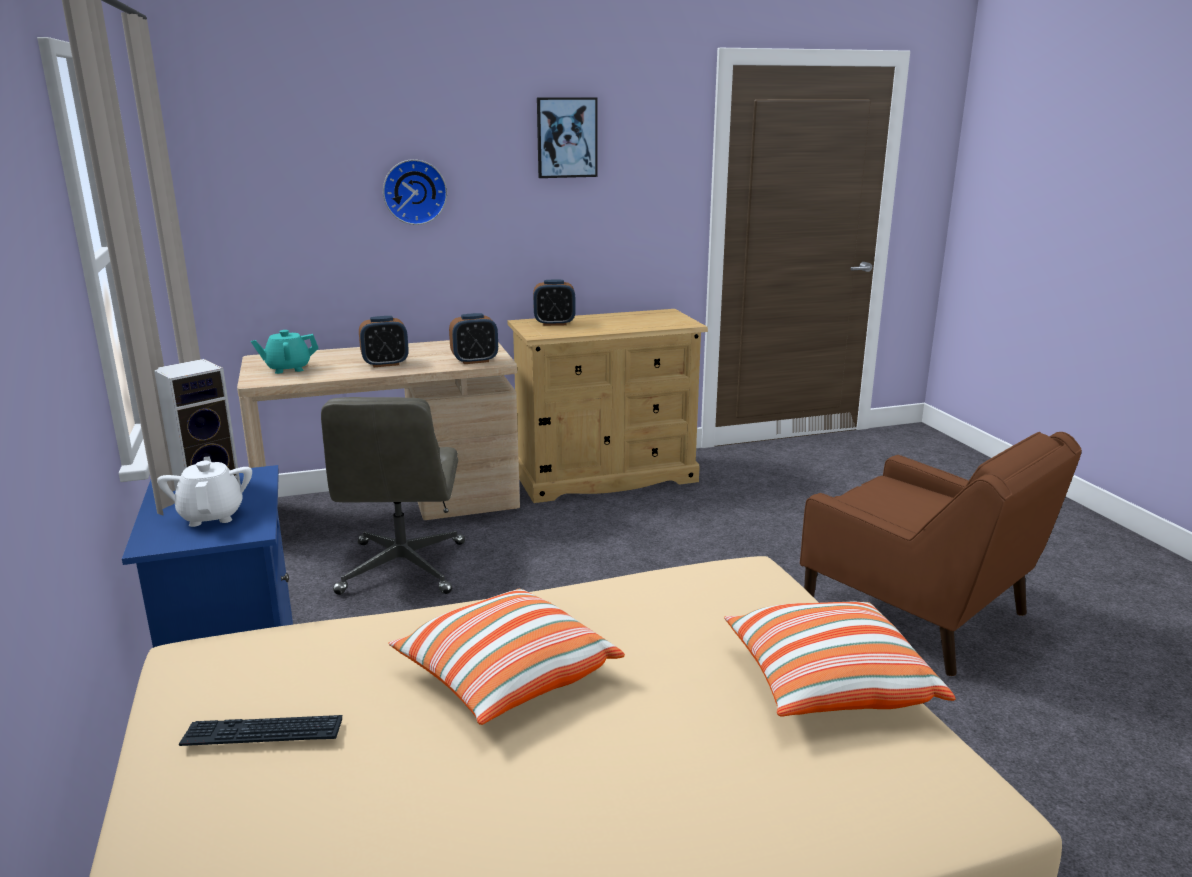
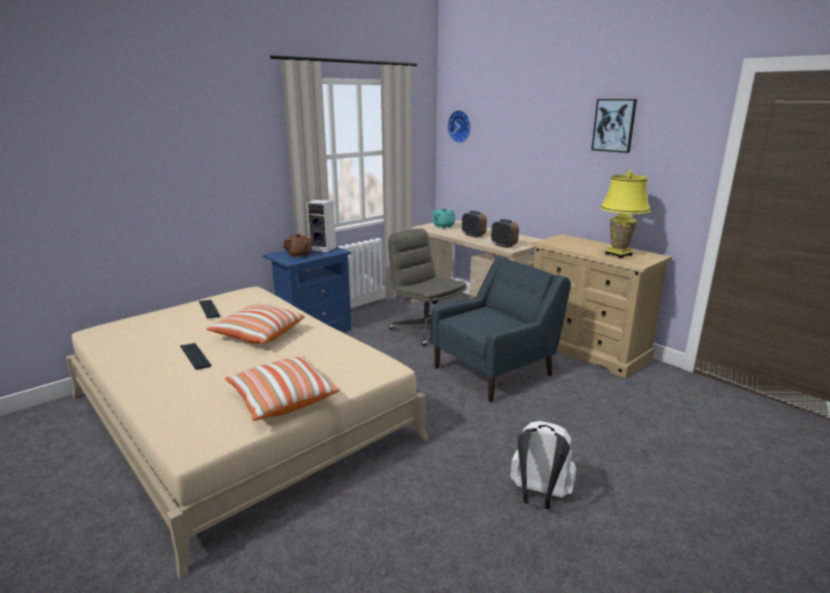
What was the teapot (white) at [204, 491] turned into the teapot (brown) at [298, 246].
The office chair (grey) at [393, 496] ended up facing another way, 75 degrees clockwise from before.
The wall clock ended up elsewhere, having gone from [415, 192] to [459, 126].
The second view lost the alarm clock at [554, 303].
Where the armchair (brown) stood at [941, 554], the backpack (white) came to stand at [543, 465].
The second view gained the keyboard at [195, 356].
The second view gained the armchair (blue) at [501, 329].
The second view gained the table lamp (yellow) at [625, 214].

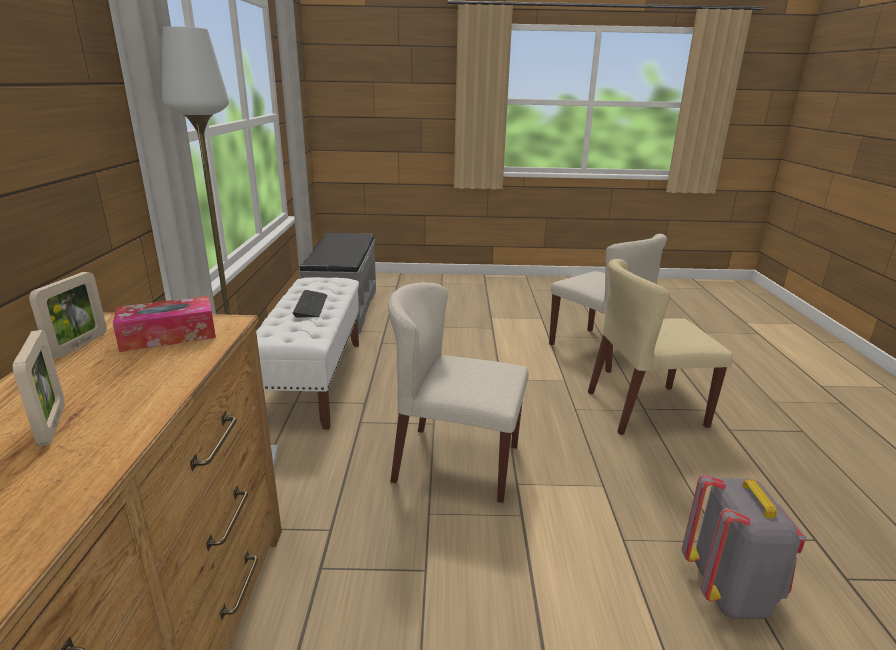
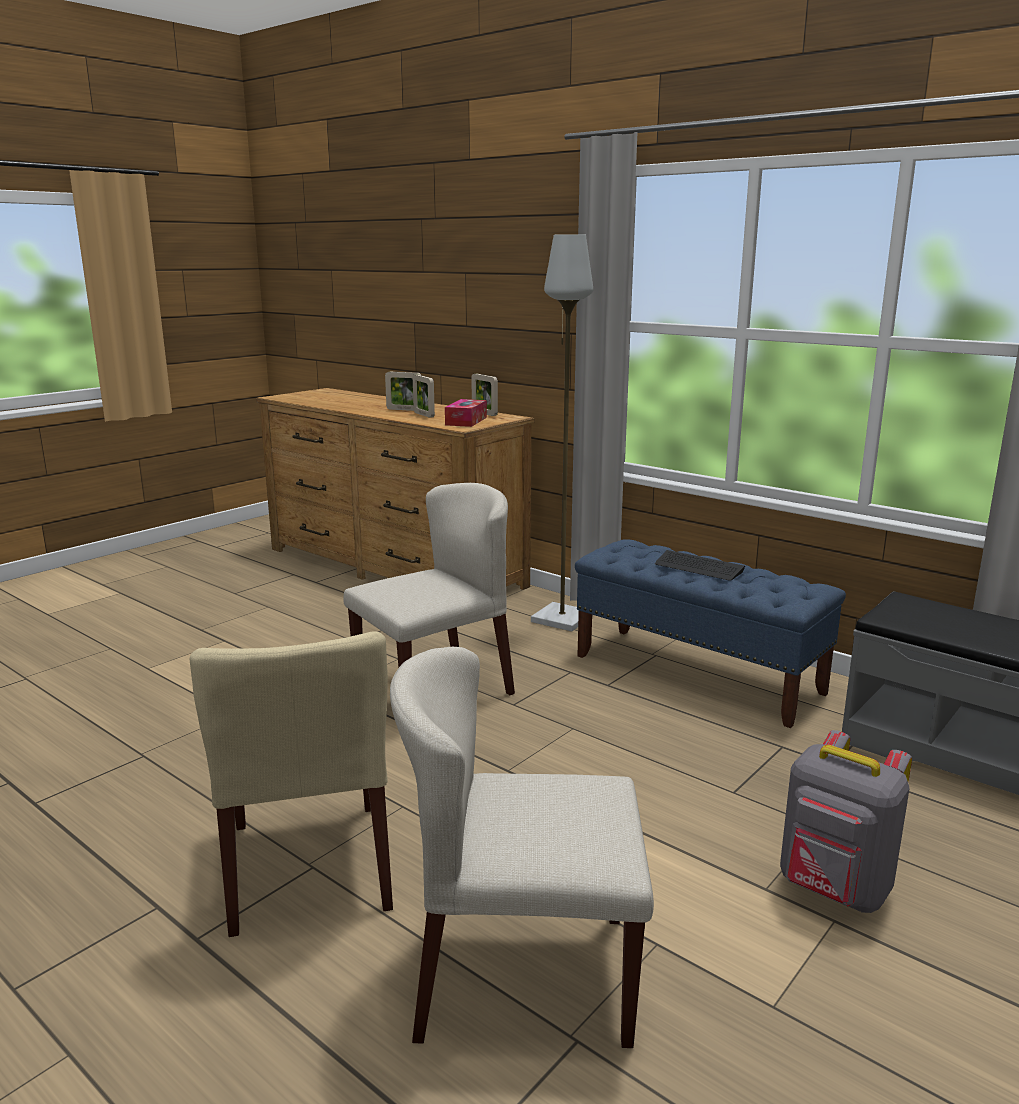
What was the bench (white) at [307, 353] turned into the bench (blue) at [710, 633].
The chair (beige) at [660, 347] ended up facing another way, 135 degrees clockwise from before.
The backpack (grey) ended up elsewhere, having gone from [744, 546] to [846, 821].
The second view gained the picture frame at [424, 396].

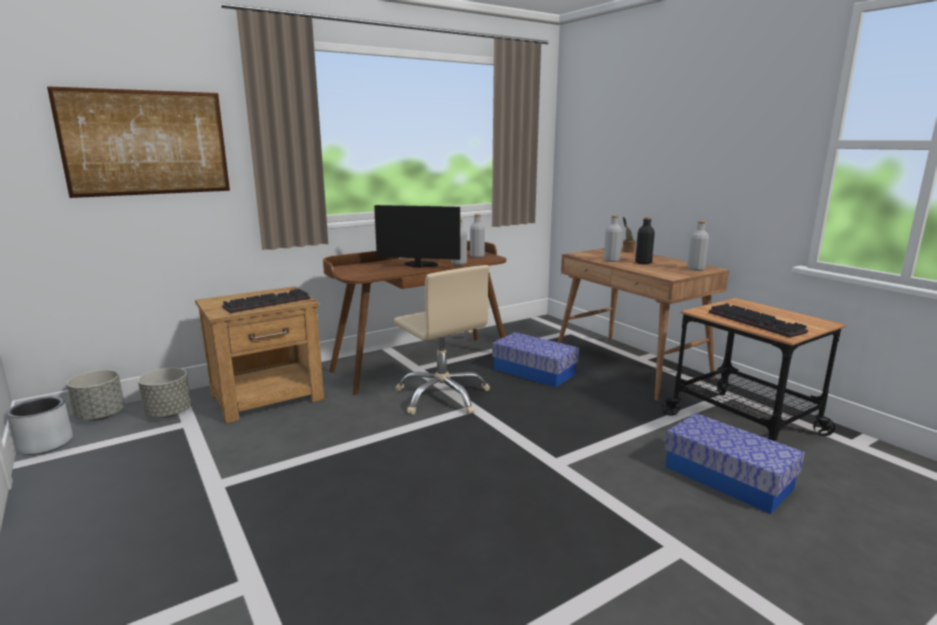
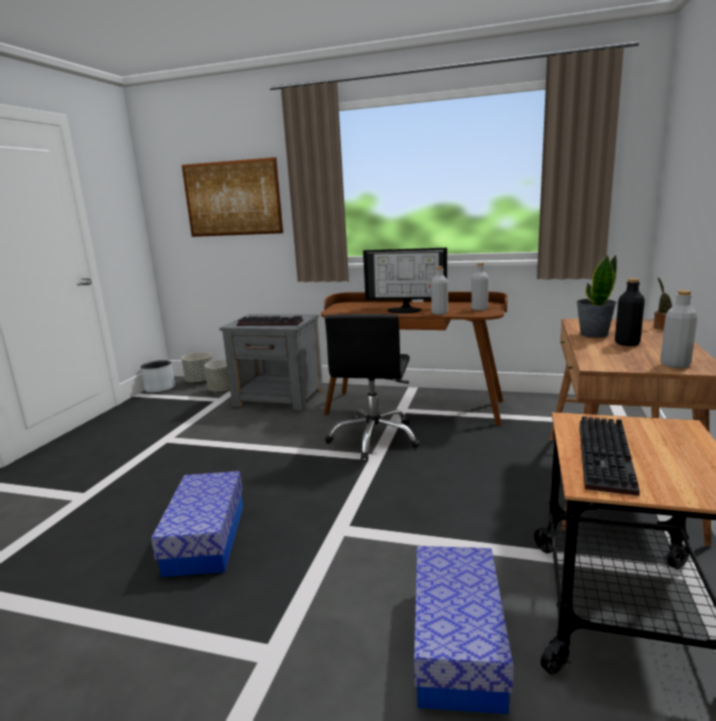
What was the nightstand (brown) at [259, 355] turned into the nightstand (grey) at [271, 362].
The monitor at [417, 236] ended up facing another way, 135 degrees clockwise from before.
What was the office chair (beige) at [441, 340] turned into the office chair (black) at [372, 387].
The storage box ended up elsewhere, having gone from [535, 359] to [197, 524].
Where the bottle (grey) stood at [613, 238], the potted plant came to stand at [596, 296].

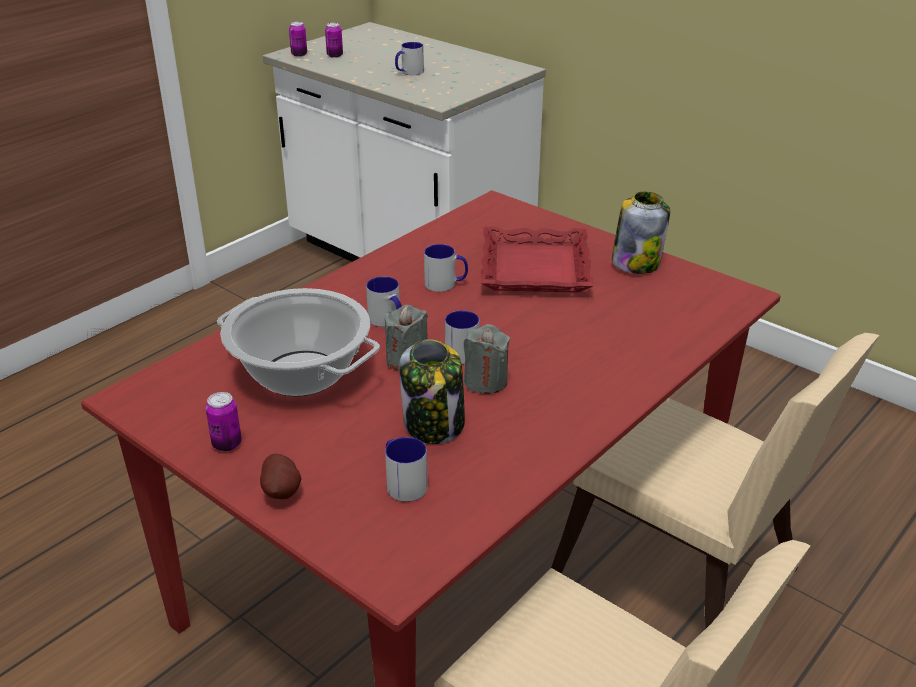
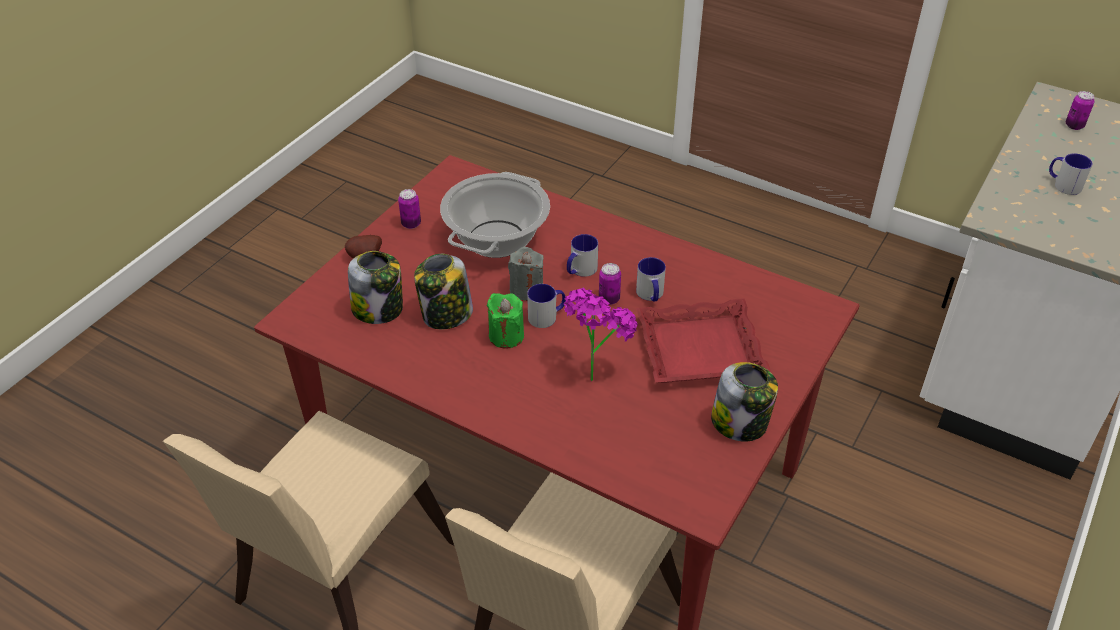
The can ended up elsewhere, having gone from [298, 39] to [610, 284].
Where the mug stood at [406, 469], the jar came to stand at [375, 287].
What was the candle (grey) at [487, 359] turned into the candle (green) at [505, 321].
The second view gained the potted plant at [601, 335].

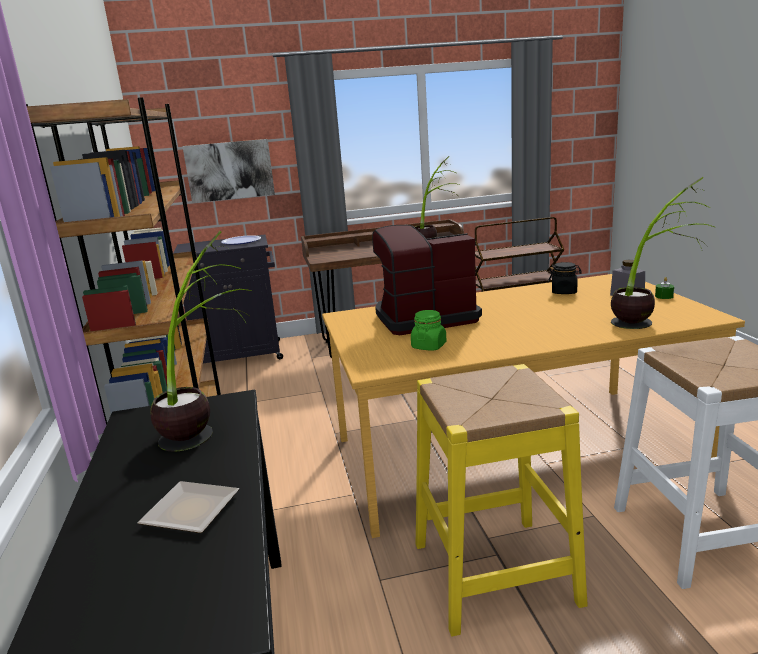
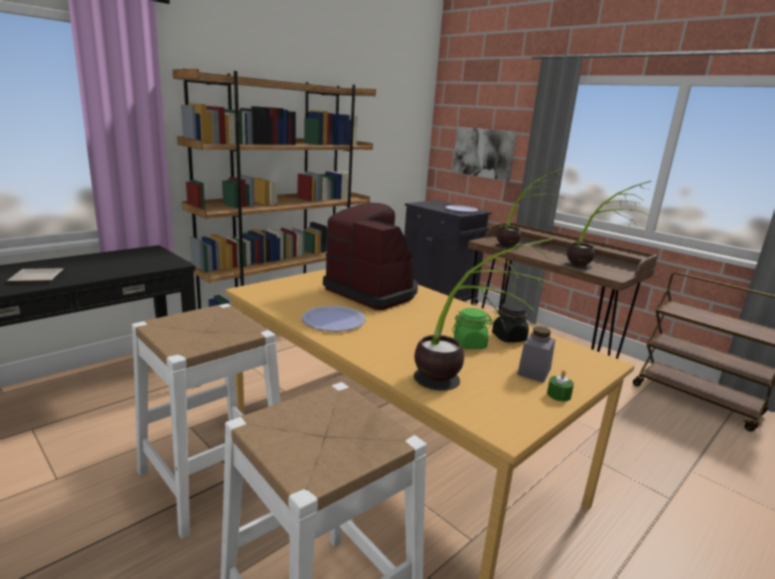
The potted plant ended up elsewhere, having gone from [200, 341] to [529, 209].
The jar (green) ended up elsewhere, having gone from [429, 330] to [472, 328].
What was the stool (yellow) at [501, 500] turned into the stool (white) at [206, 421].
The second view gained the plate at [334, 318].

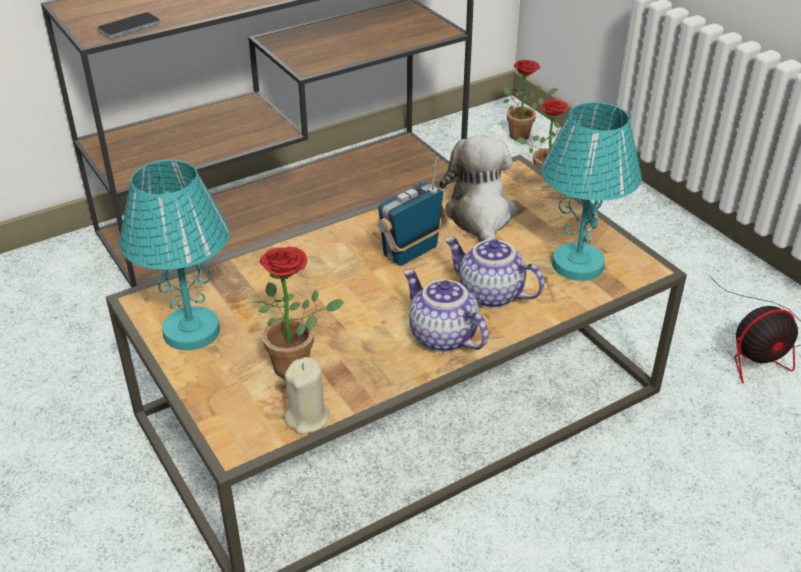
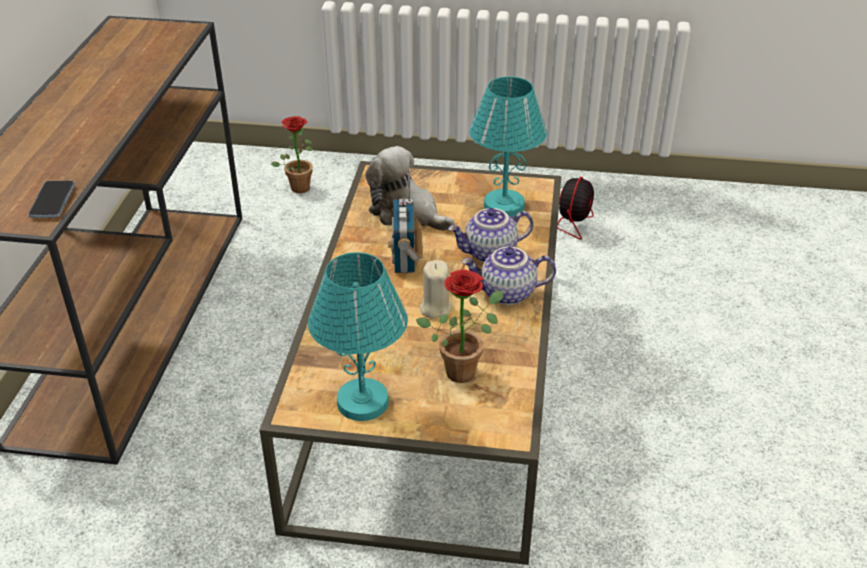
The candle (beige) ended up elsewhere, having gone from [306, 395] to [436, 289].
The second view lost the potted plant at [530, 100].

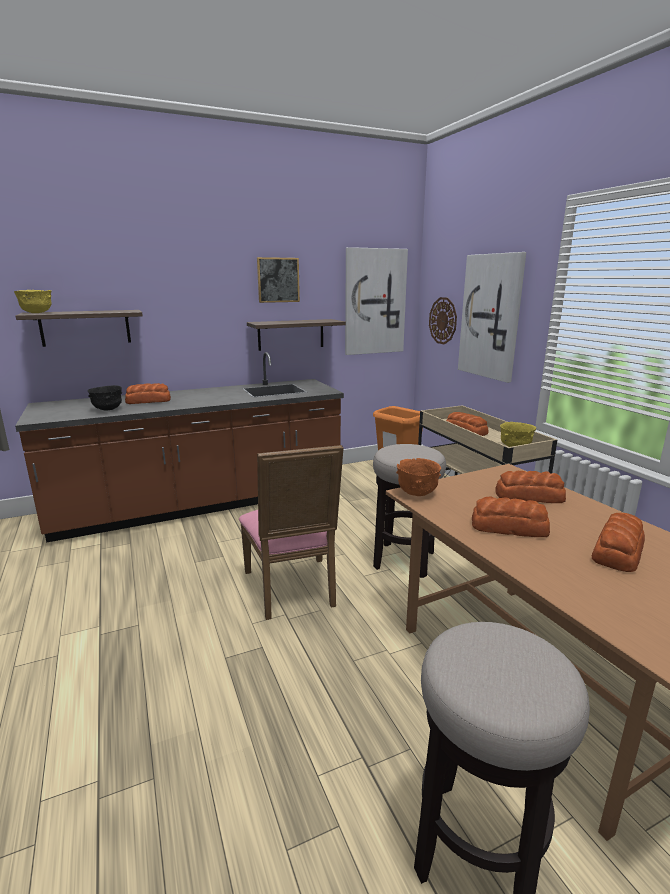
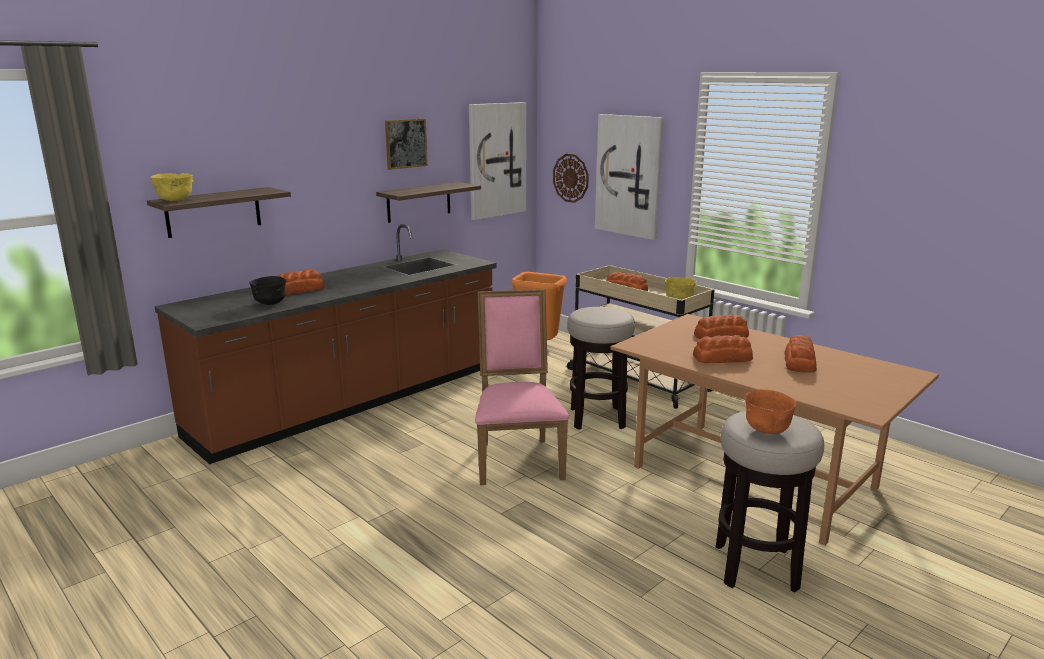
The chair (pink) at [291, 532] ended up facing another way, 150 degrees counterclockwise from before.
The bowl (orange) ended up elsewhere, having gone from [418, 477] to [771, 411].

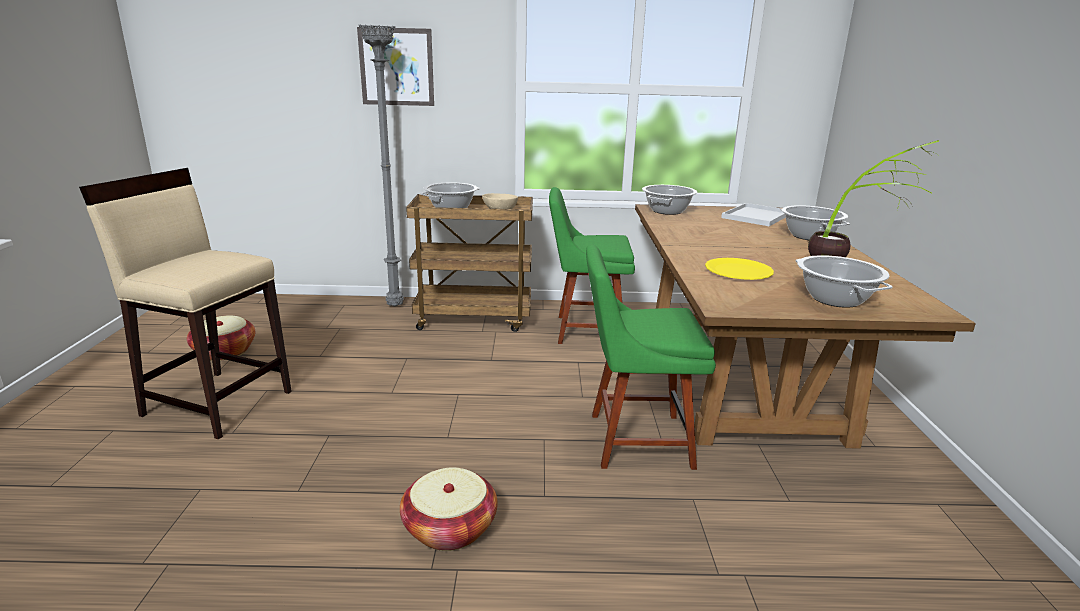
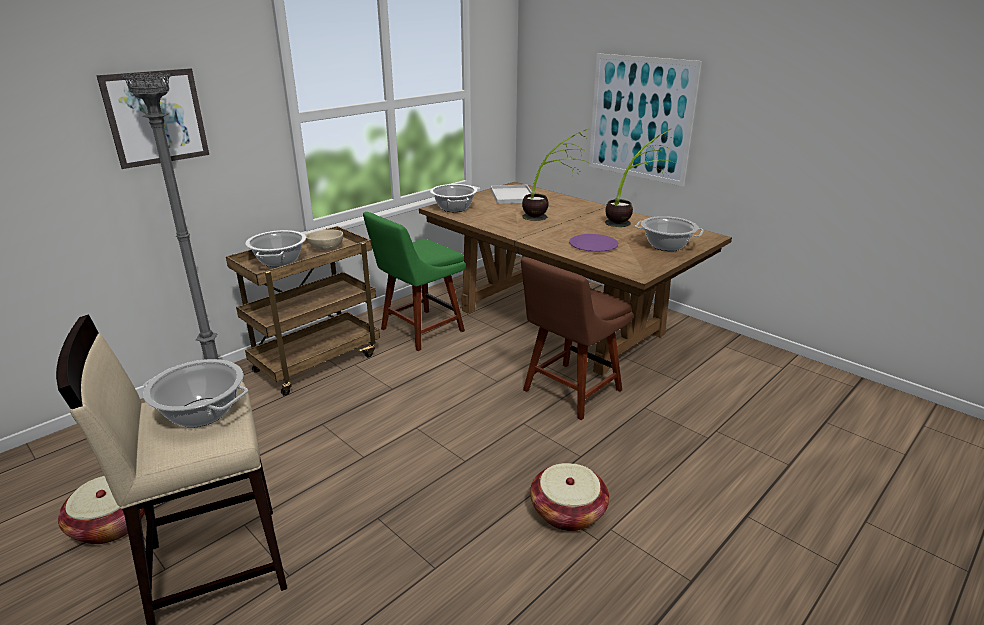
What was the chair (green) at [651, 357] turned into the chair (brown) at [577, 338].
What was the plate (yellow) at [739, 269] turned into the plate (purple) at [593, 243].
The cooking pot ended up elsewhere, having gone from [815, 222] to [195, 393].
The second view gained the potted plant at [555, 175].
The second view gained the picture at [645, 119].

